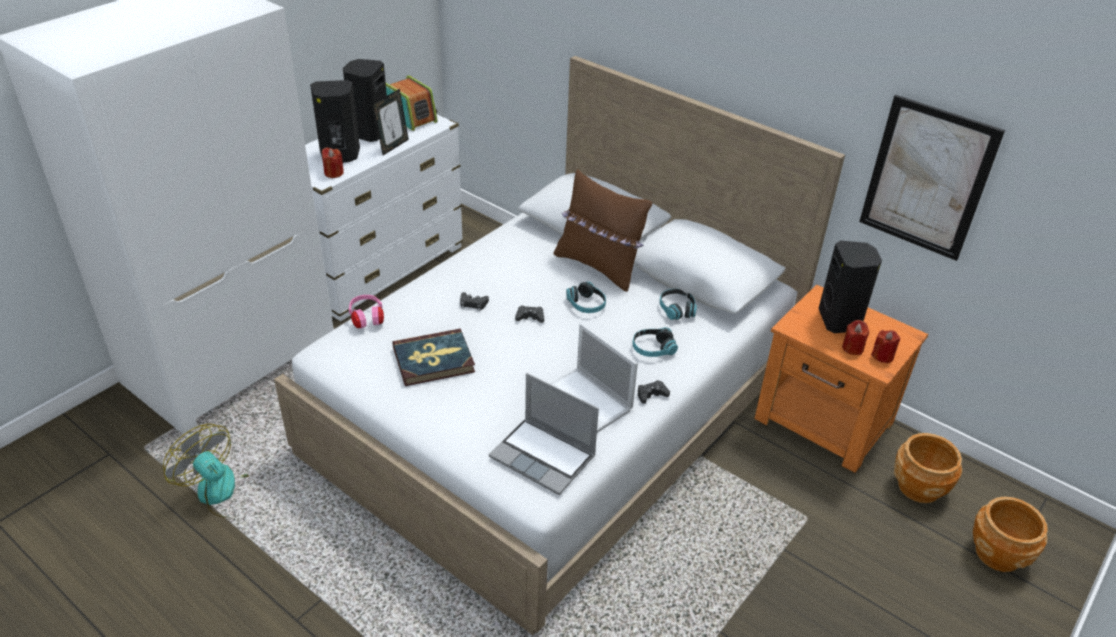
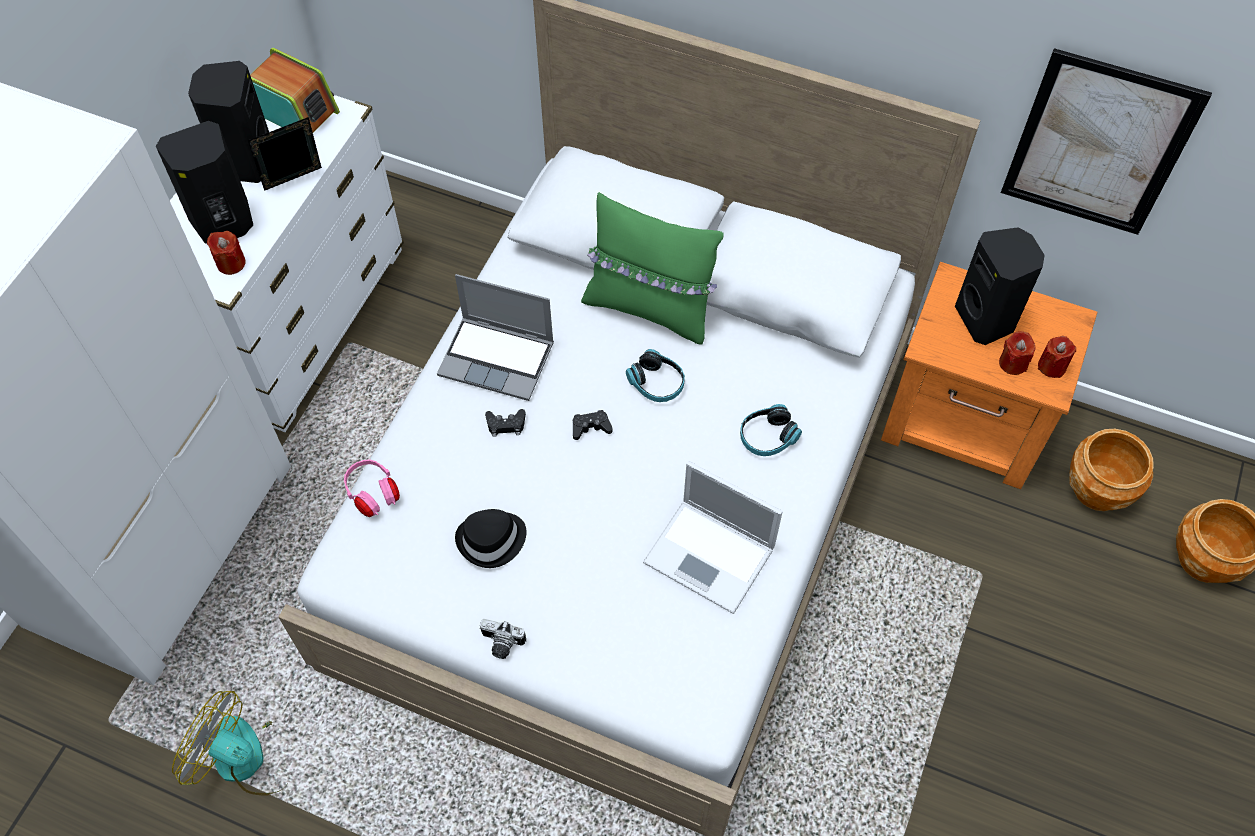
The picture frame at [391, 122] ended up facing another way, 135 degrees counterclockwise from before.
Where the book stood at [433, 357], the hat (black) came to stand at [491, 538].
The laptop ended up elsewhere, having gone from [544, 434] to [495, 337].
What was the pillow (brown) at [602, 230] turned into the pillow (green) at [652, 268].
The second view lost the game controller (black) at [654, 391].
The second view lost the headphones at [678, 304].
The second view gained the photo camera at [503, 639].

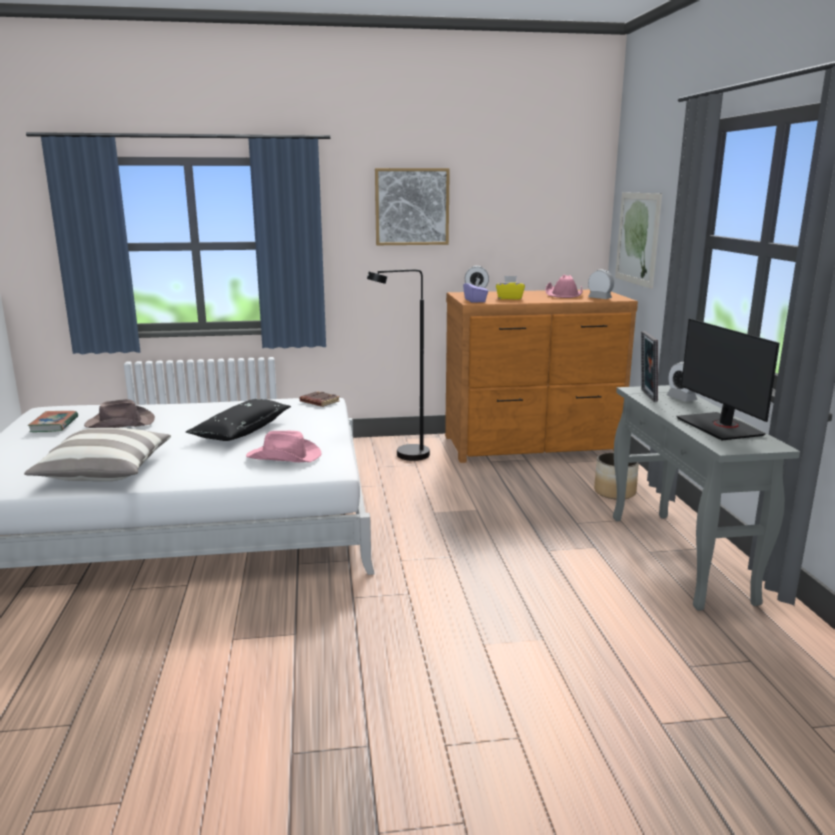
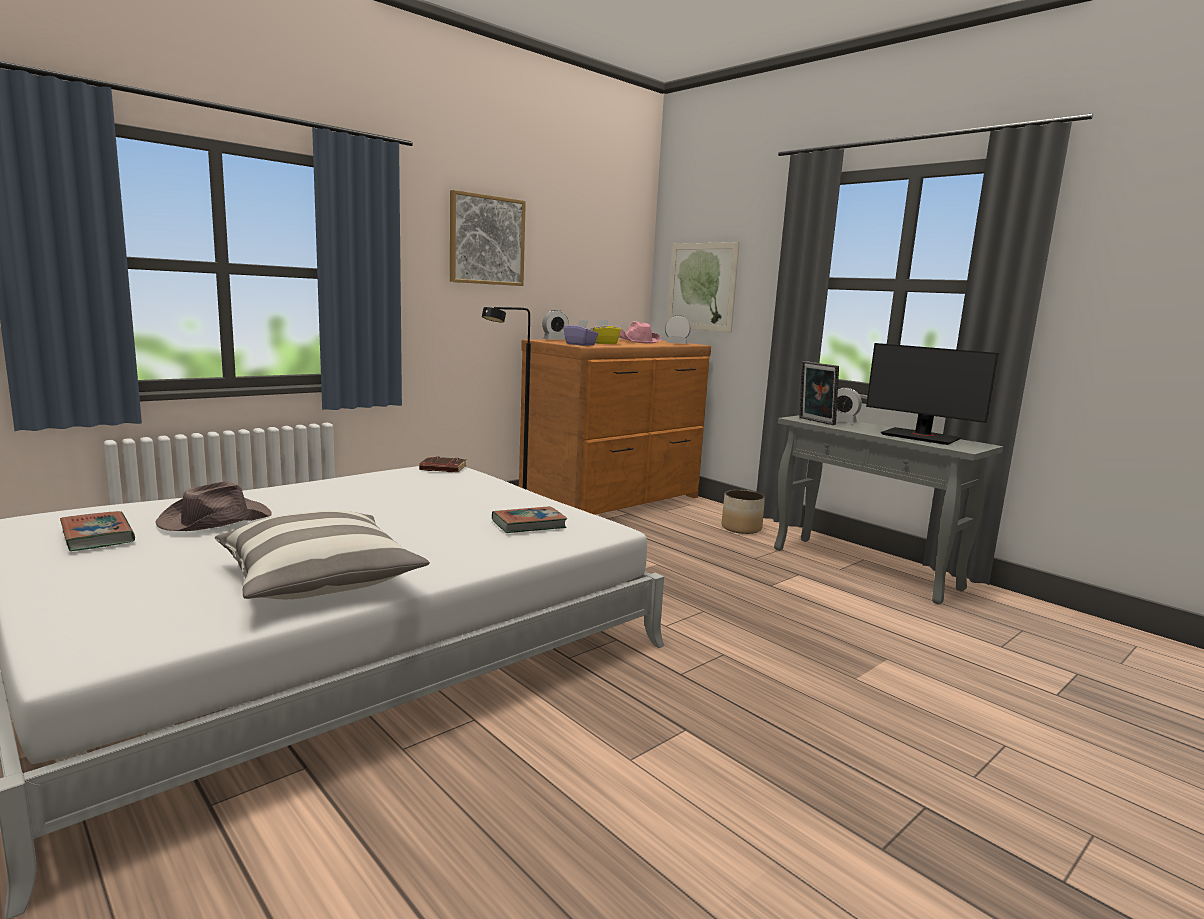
The second view lost the pillow (black) at [238, 420].
Where the hat (pink) stood at [284, 446], the book came to stand at [529, 519].

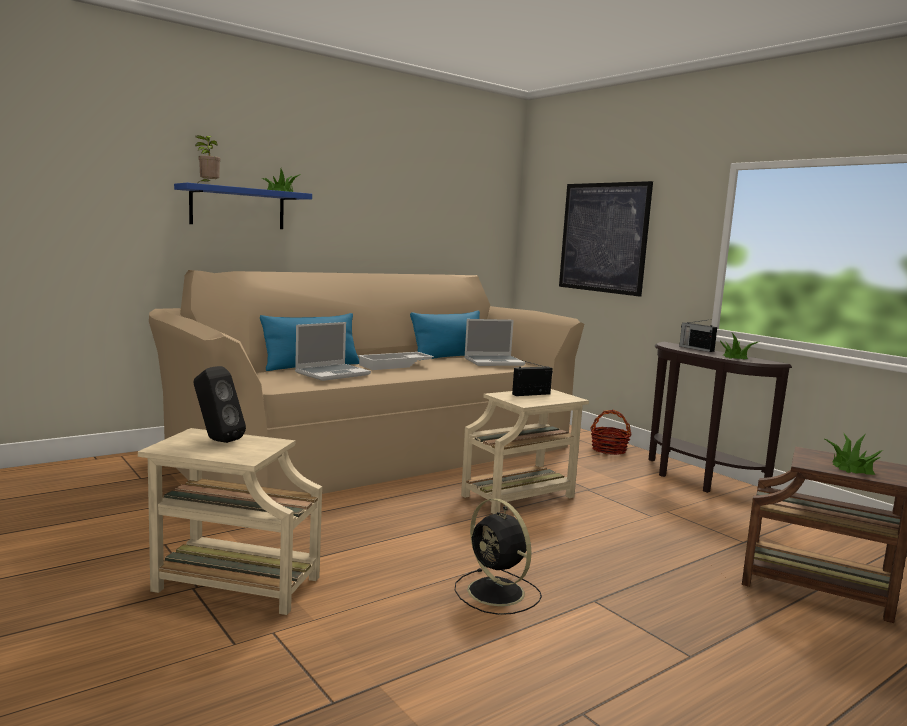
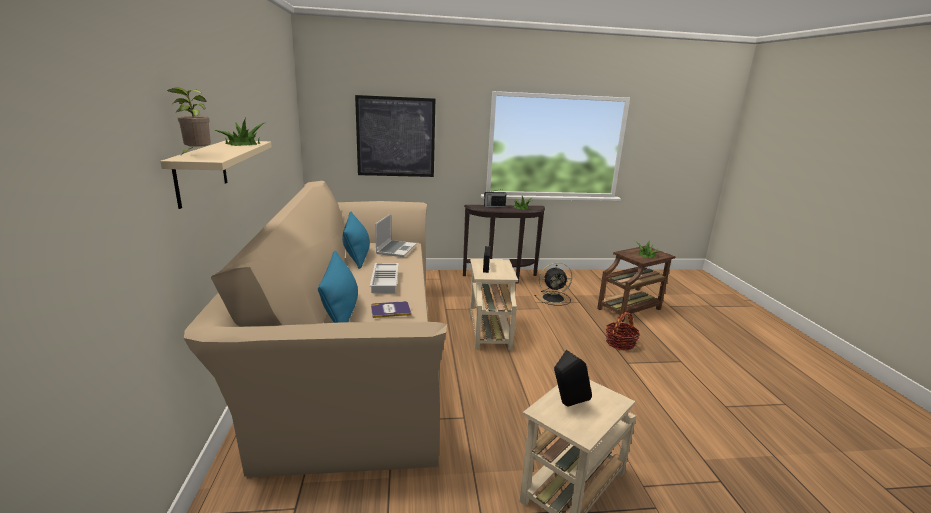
What was the shelf (blue) at [243, 206] turned into the shelf (beige) at [216, 174].
Where the laptop stood at [333, 351], the book came to stand at [391, 309].
The fan (black) ended up elsewhere, having gone from [498, 556] to [553, 283].
The basket ended up elsewhere, having gone from [611, 432] to [623, 331].

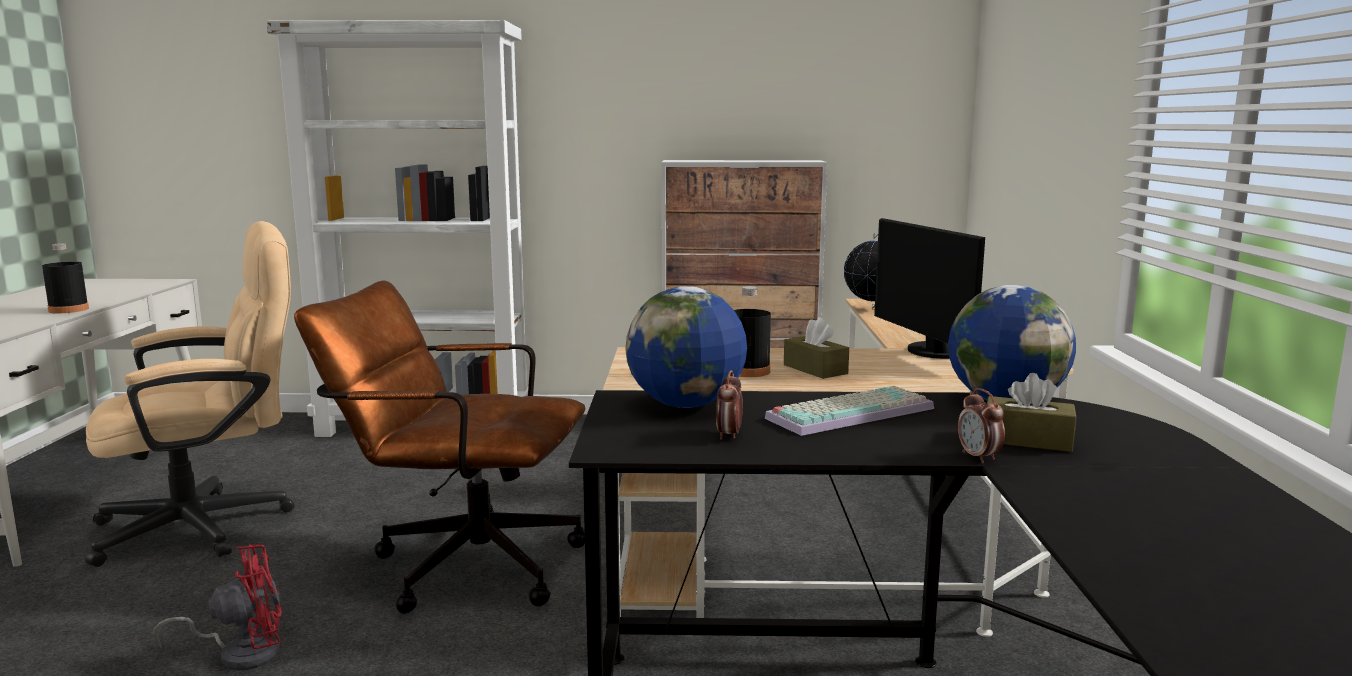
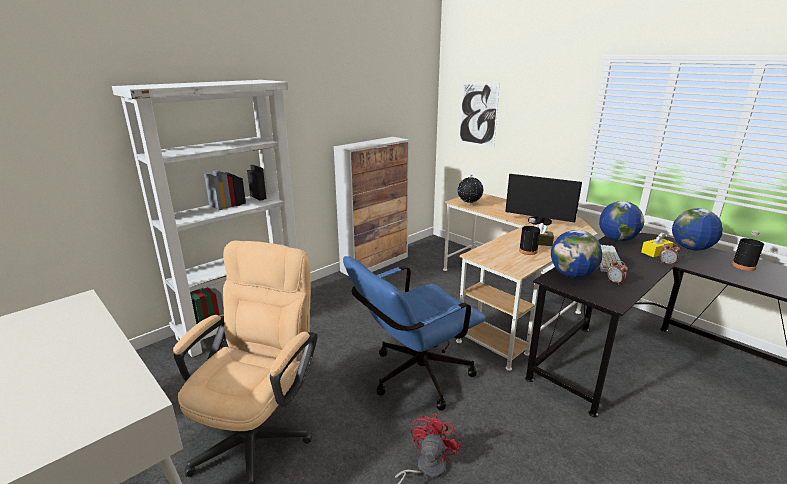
The bottle (black) ended up elsewhere, having gone from [65, 278] to [748, 250].
What was the office chair (brown) at [439, 447] turned into the office chair (blue) at [414, 333].
What was the tissue box (brown) at [1031, 412] turned into the tissue box (yellow) at [657, 244].
The second view gained the picture at [479, 114].
The second view gained the globe at [697, 229].

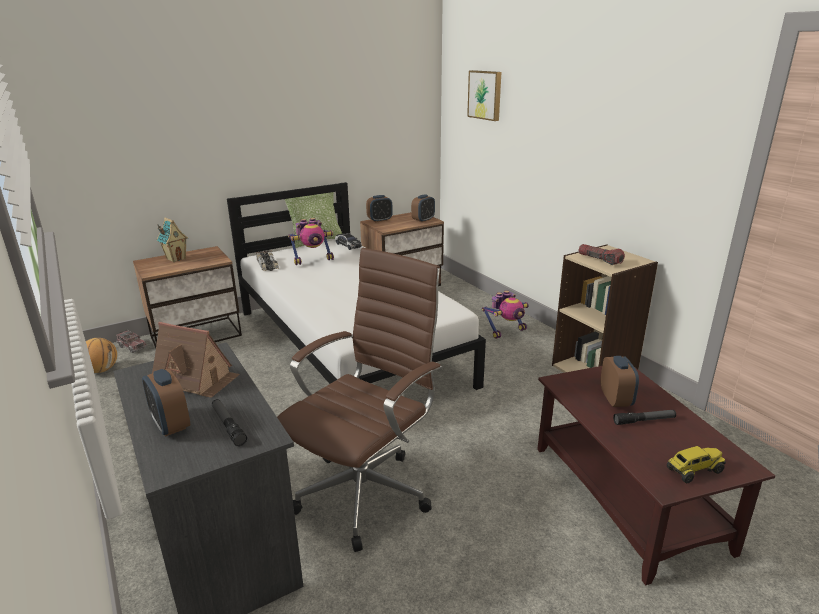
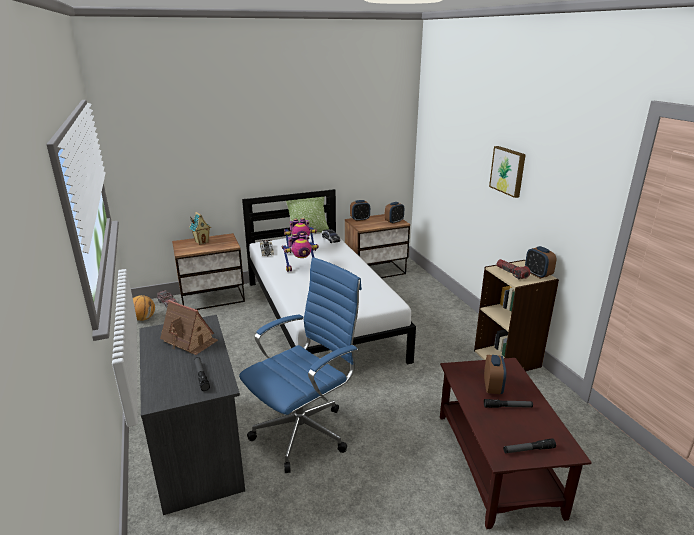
The alarm clock ended up elsewhere, having gone from [166, 402] to [540, 262].
What was the office chair (brown) at [359, 400] turned into the office chair (blue) at [300, 365].
The picture ended up elsewhere, having gone from [484, 95] to [507, 172].
The toy robot ended up elsewhere, having gone from [505, 314] to [300, 252].
Where the toy truck stood at [696, 464], the flashlight came to stand at [529, 445].

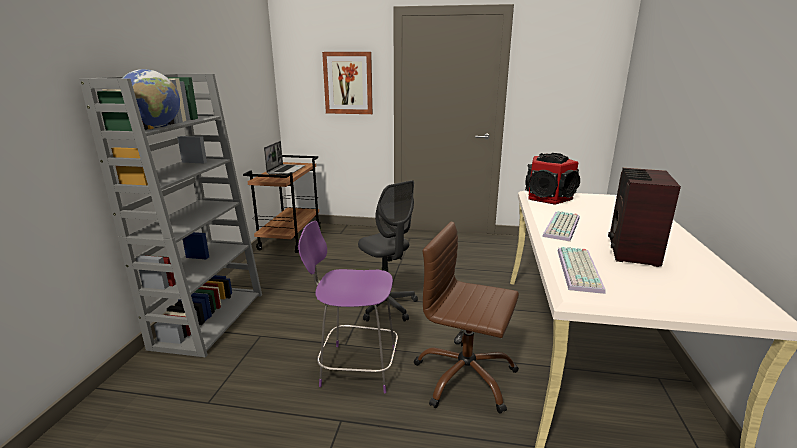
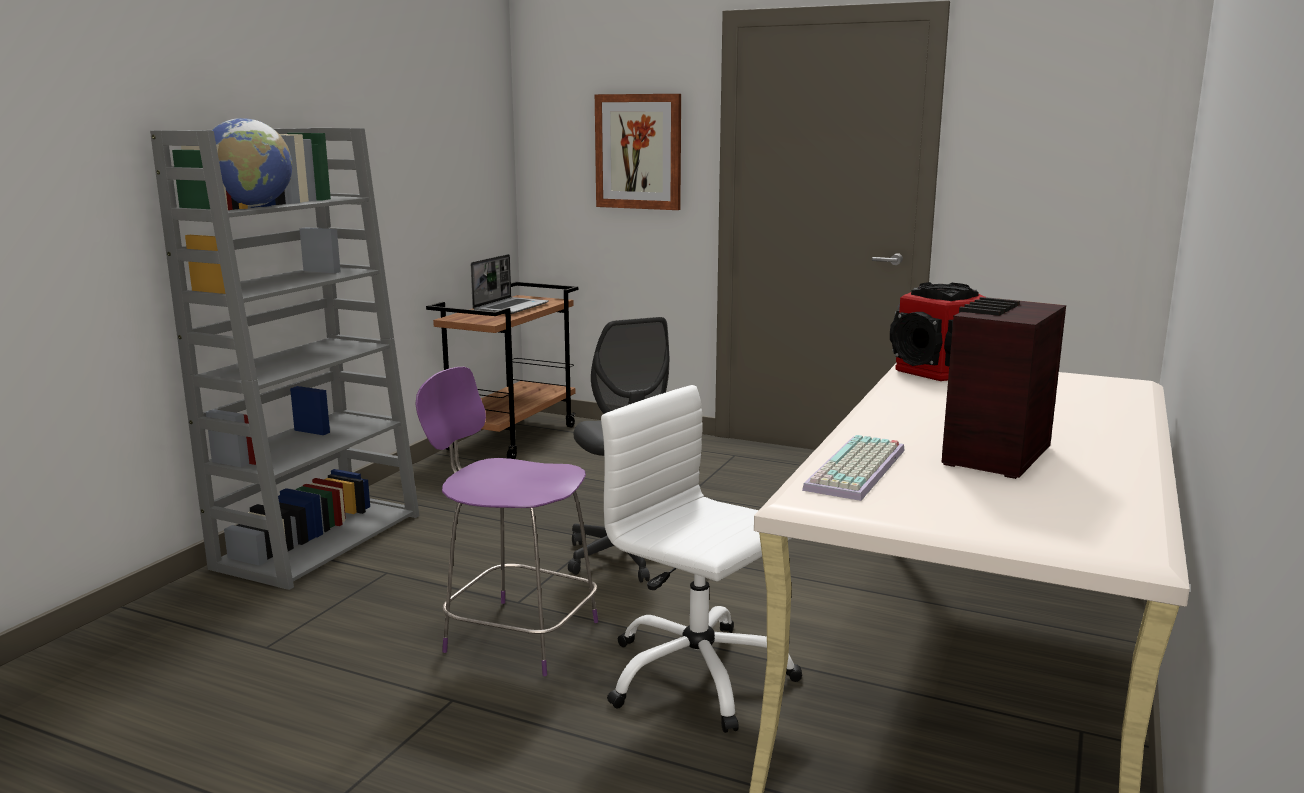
What was the office chair (brown) at [466, 318] turned into the office chair (white) at [701, 559].
The second view lost the keyboard at [560, 226].

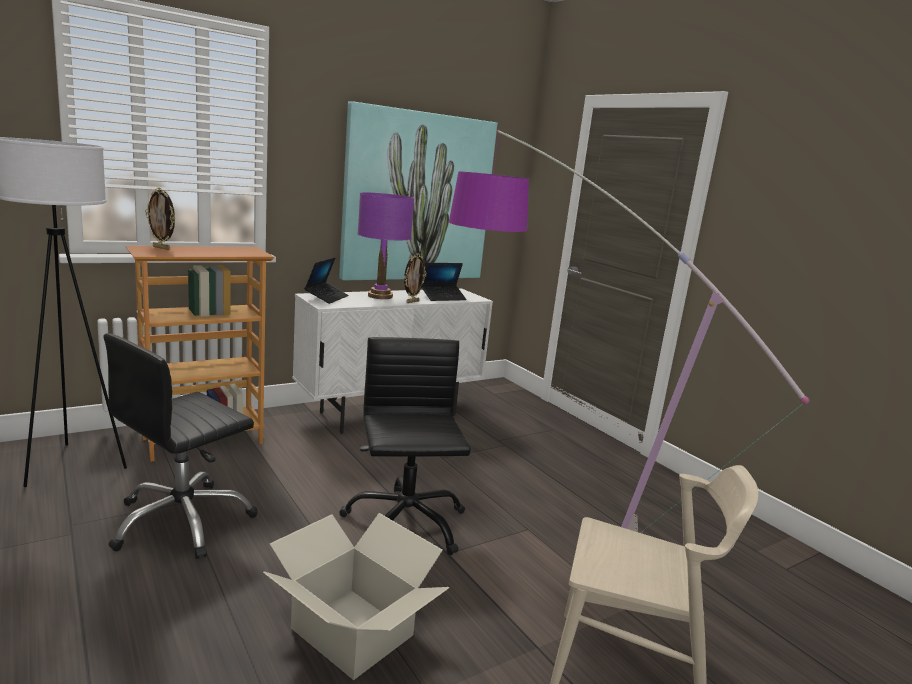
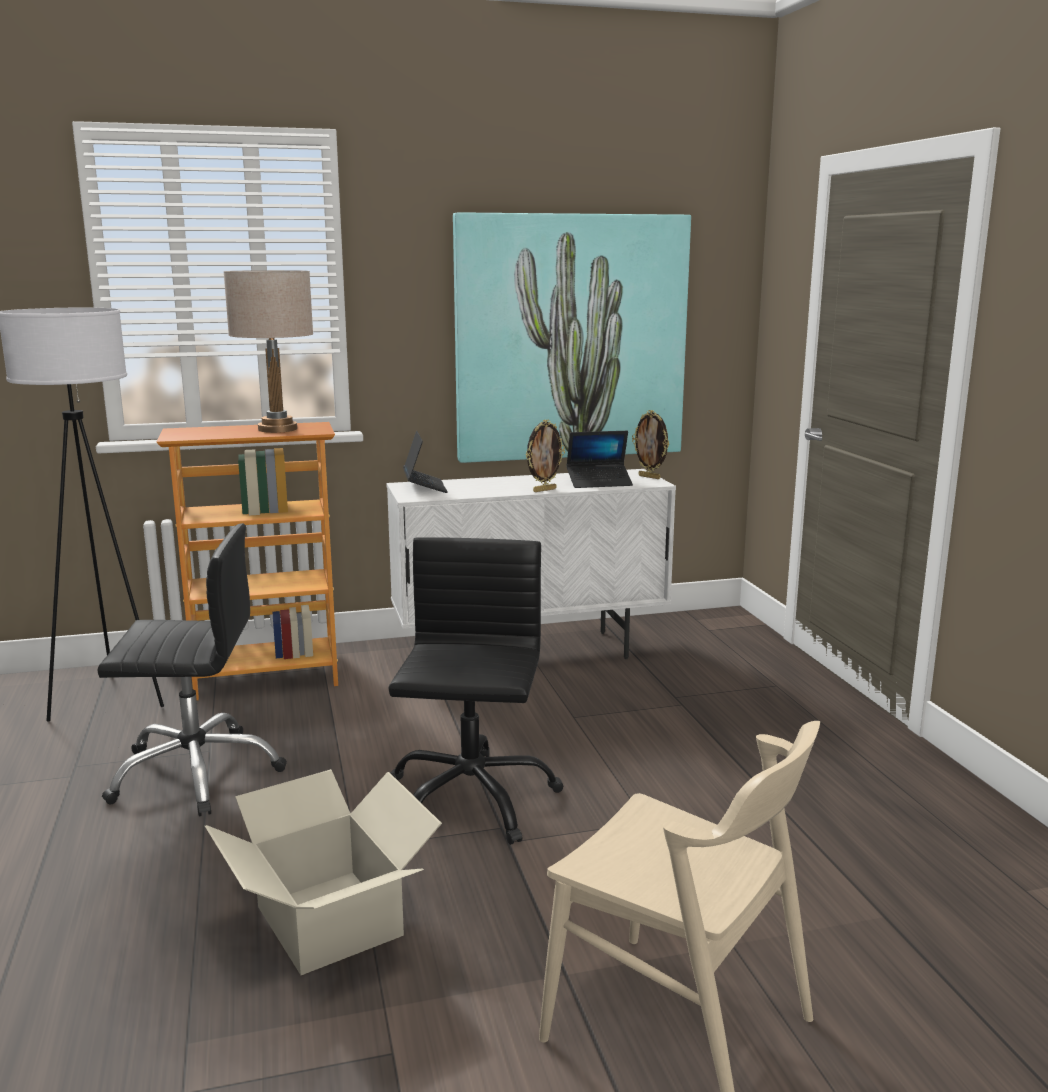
The office chair (black) at [180, 446] ended up facing another way, 150 degrees counterclockwise from before.
The picture frame ended up elsewhere, having gone from [160, 219] to [650, 444].
The laptop at [326, 281] ended up facing another way, 45 degrees counterclockwise from before.
The second view lost the table lamp (purple) at [386, 245].
The second view lost the floor lamp at [629, 331].
The second view gained the table lamp (beige) at [268, 351].

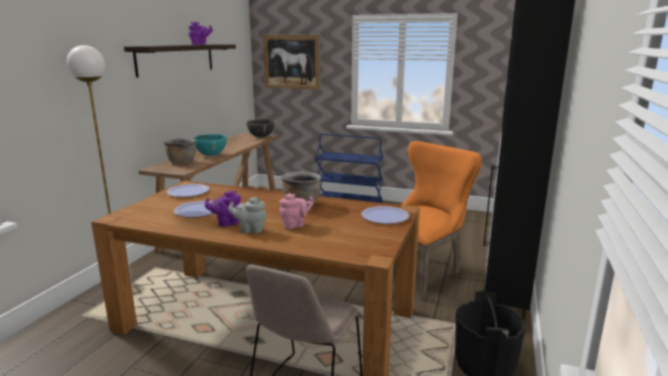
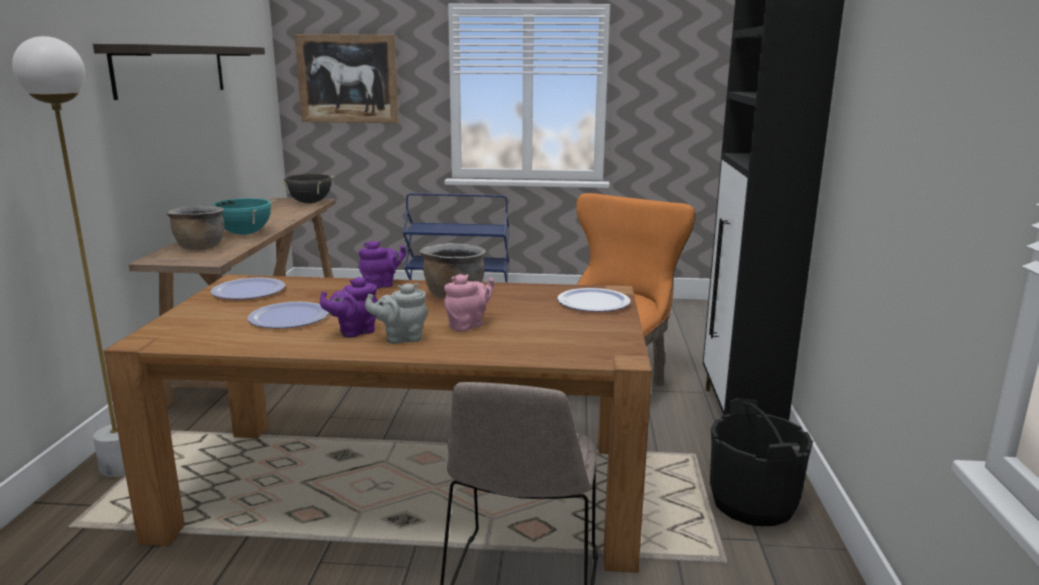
The teapot (purple) ended up elsewhere, having gone from [201, 33] to [382, 265].

